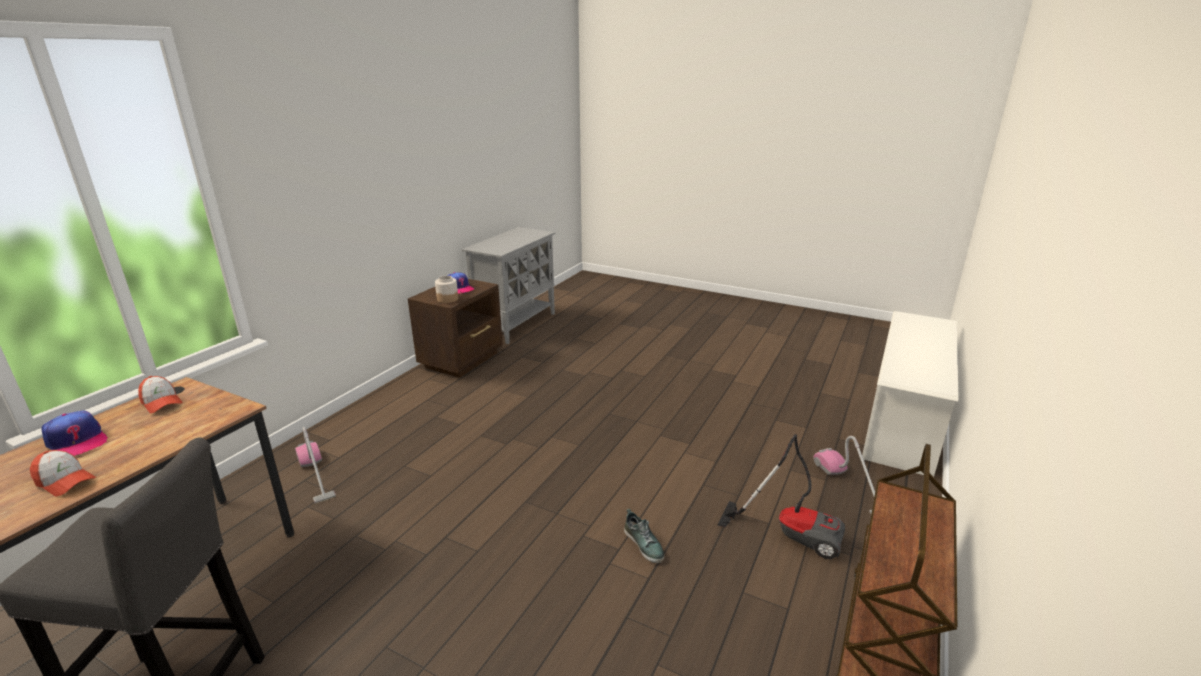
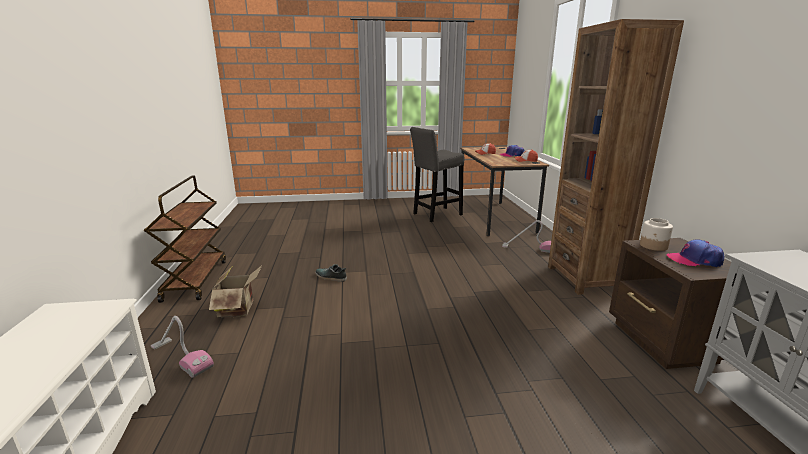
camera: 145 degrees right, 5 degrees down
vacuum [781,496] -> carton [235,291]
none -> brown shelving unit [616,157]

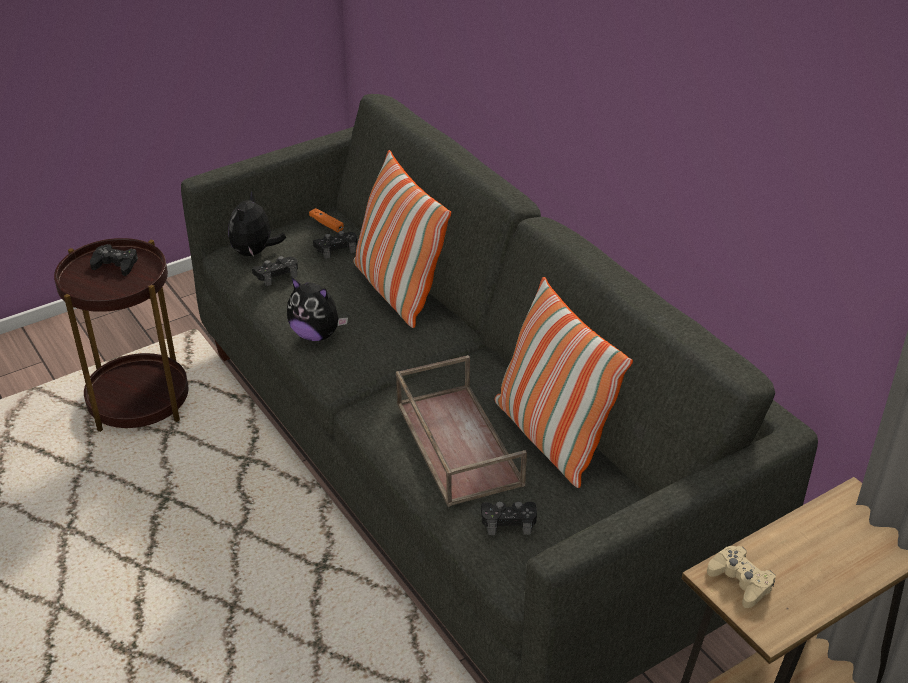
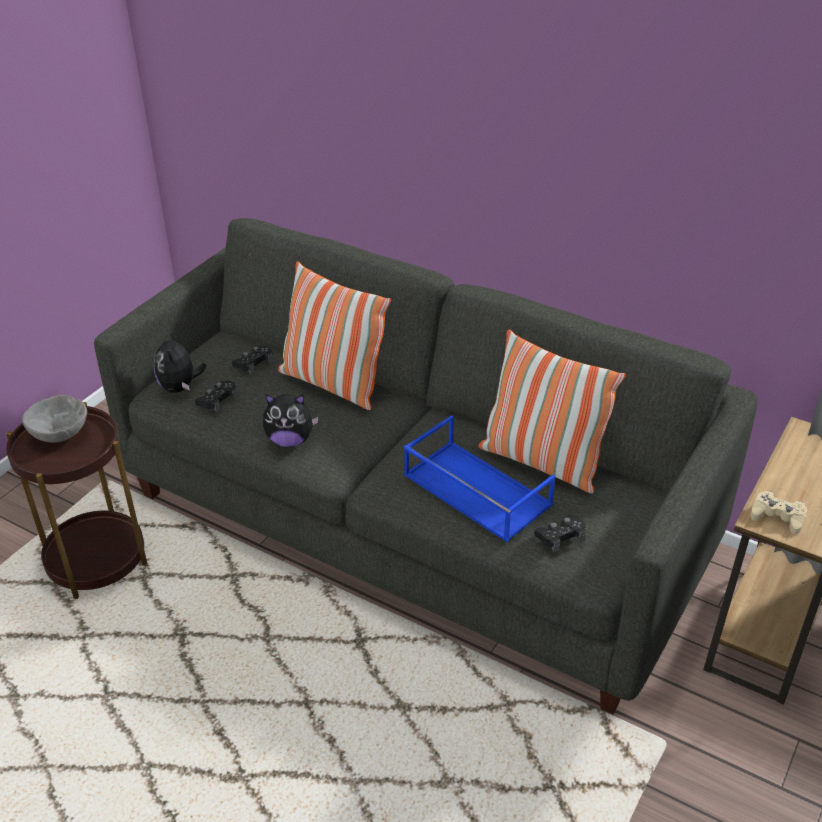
camera: 25 degrees left, 0 degrees up
orange-coloured game controller [326,220] -> none
black game controller [114,260] -> grey serving bowl [54,419]
brown carrying tray [461,431] -> blue-coloured carrying tray [479,478]

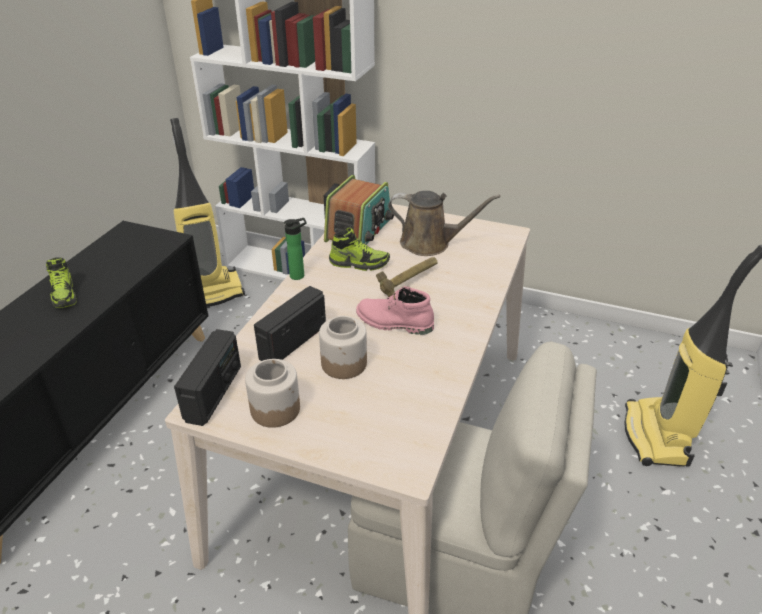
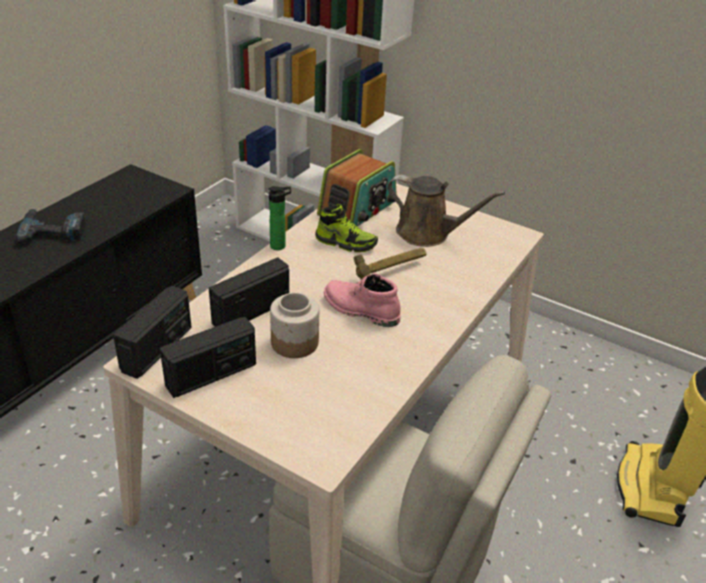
camera: 10 degrees right, 0 degrees up
vacuum [207,212] -> none
low shoe [61,282] -> power drill [50,226]
storage jar [272,393] -> radio set [208,357]

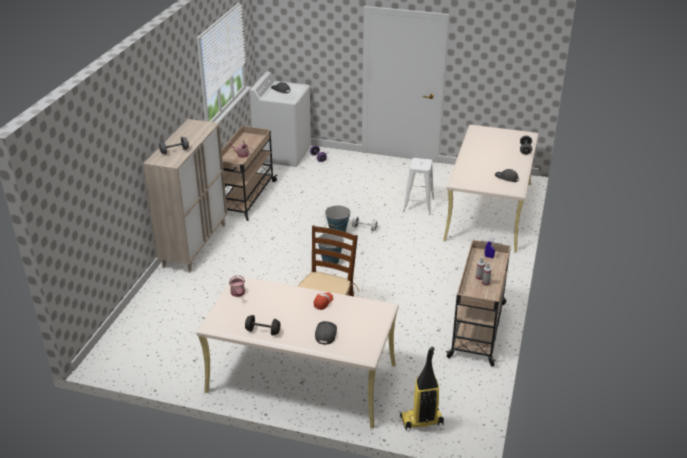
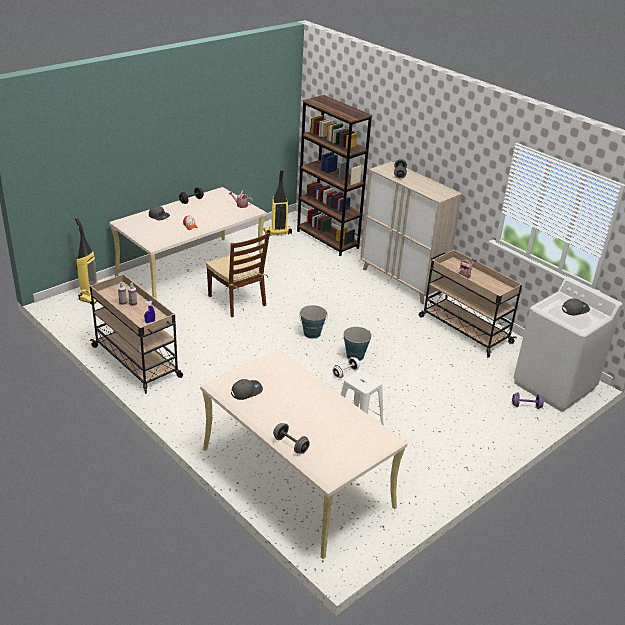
camera: 120 degrees right, 0 degrees up
none -> brown shelving unit [334,175]
none -> vacuum [277,202]

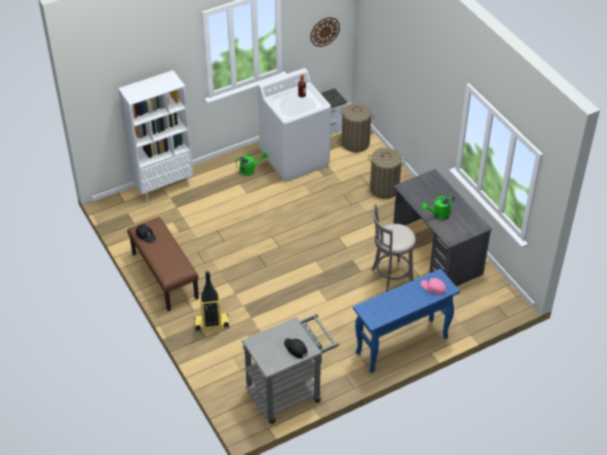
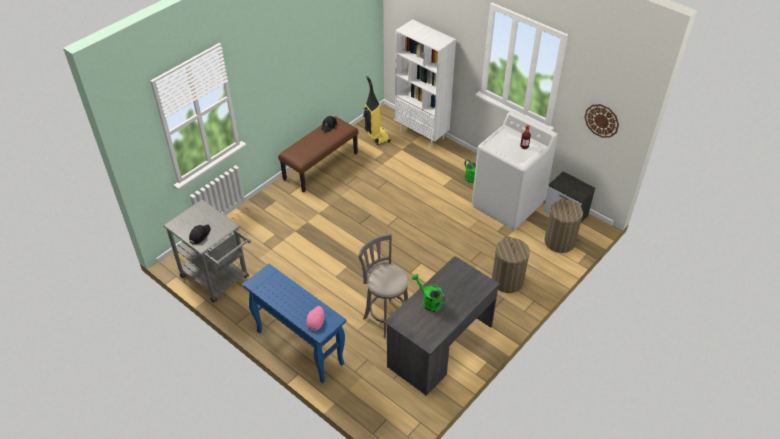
camera: 70 degrees right, 0 degrees up
vacuum [211,301] -> vacuum [377,110], relocated

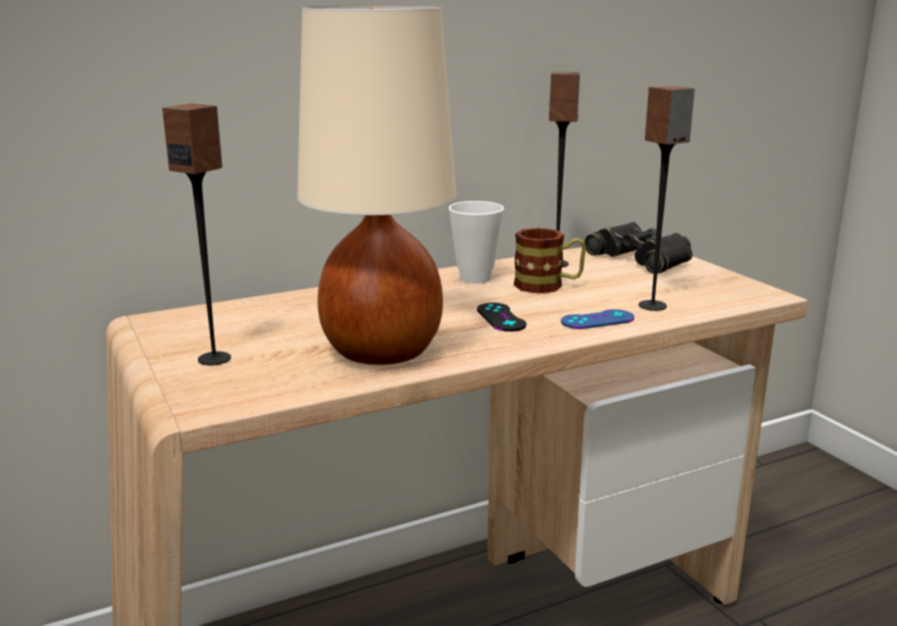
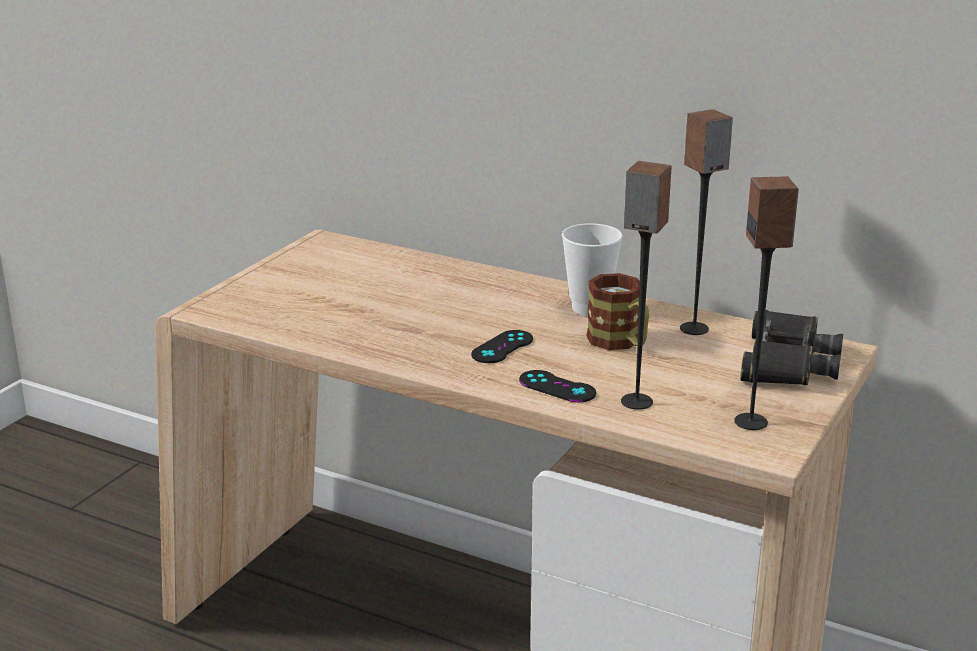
camera: 55 degrees right, 5 degrees up
sand-coloured lamp for a table [376,185] -> none
speaker [196,234] -> speaker [766,303], relocated
blue-coloured game controller [597,319] -> black game controller [557,386]

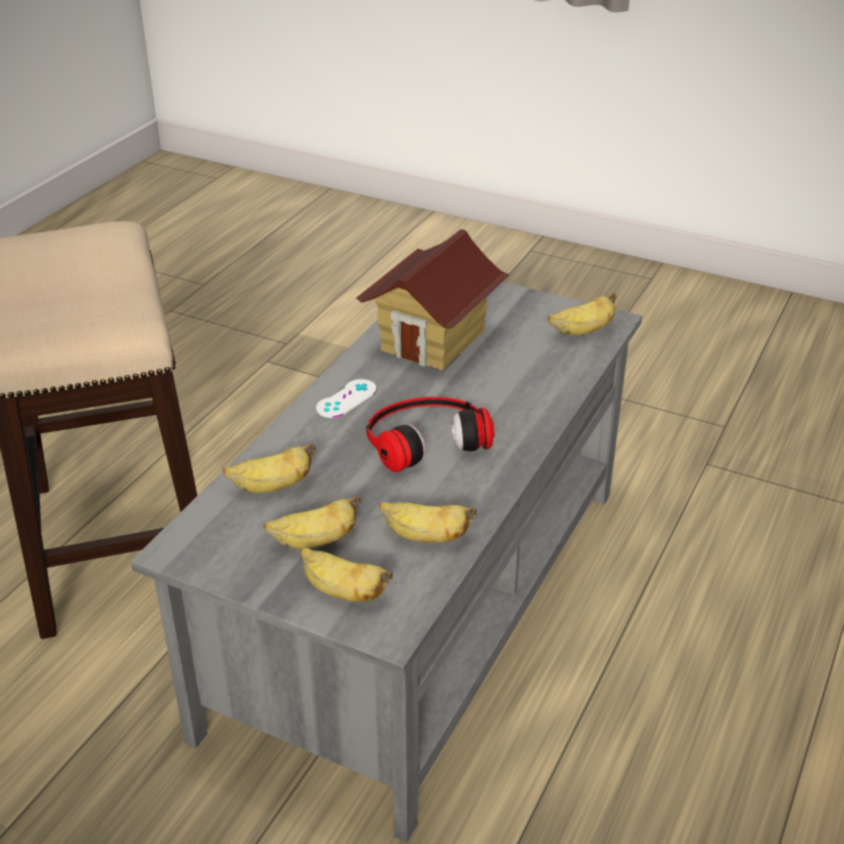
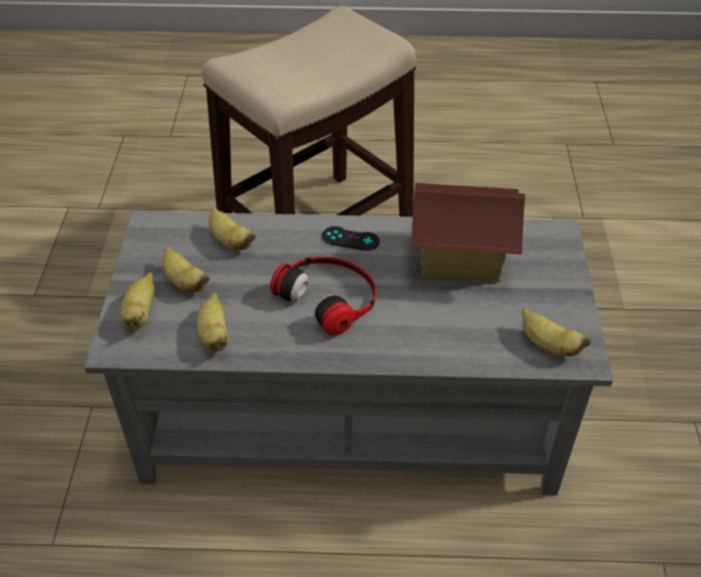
camera: 65 degrees right, 10 degrees up
white-coloured game controller [346,398] -> black game controller [351,238]

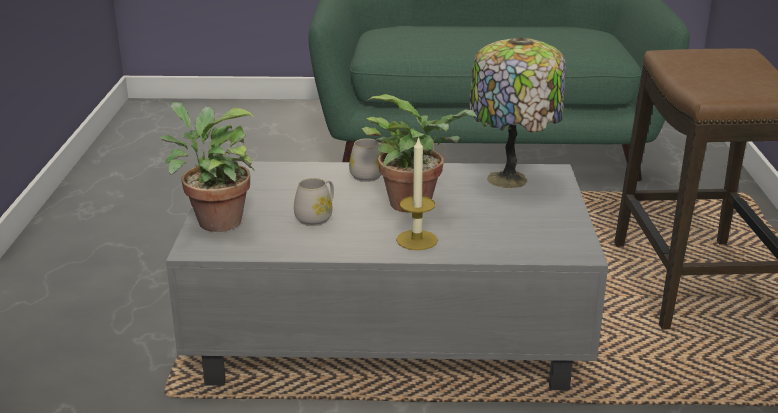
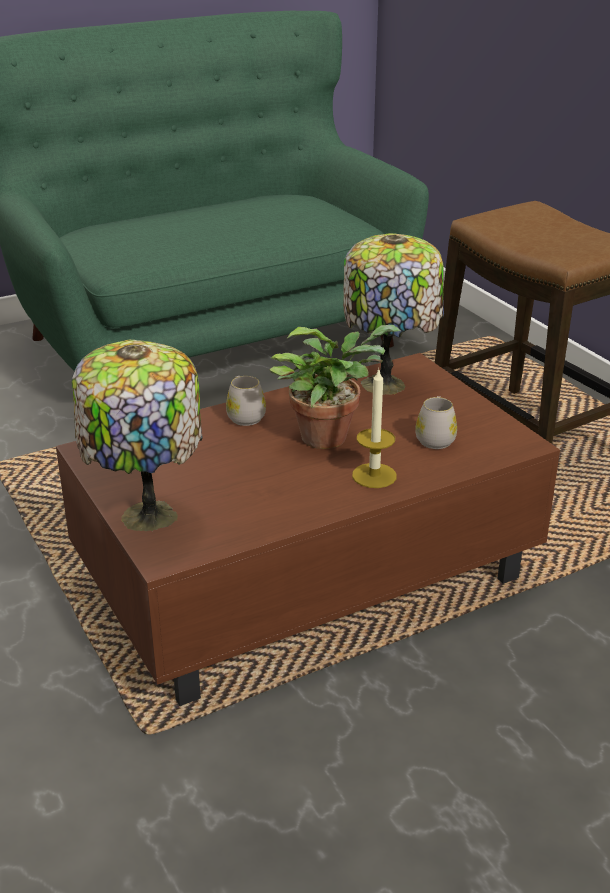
camera: 30 degrees left, 5 degrees up
houseplant [207,167] -> lamp for a table [137,435]
grey lounge table [387,275] -> brown lounge table [308,529]
white-coloured coffee mug [314,202] -> white-coloured coffee mug [436,422], relocated

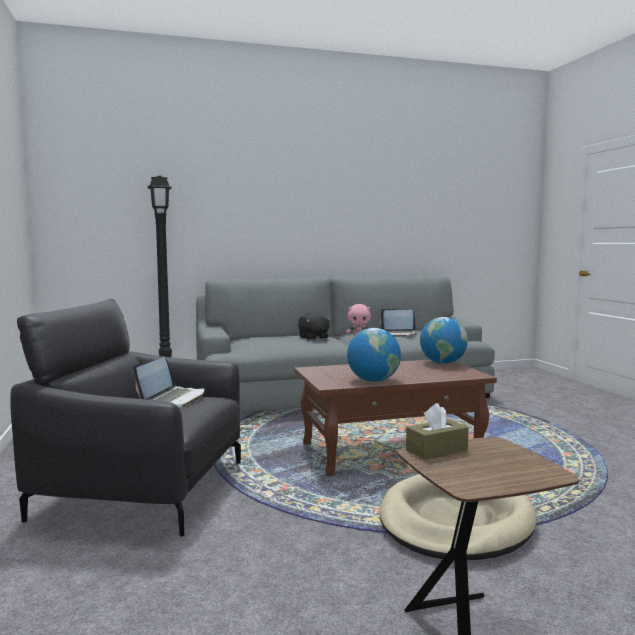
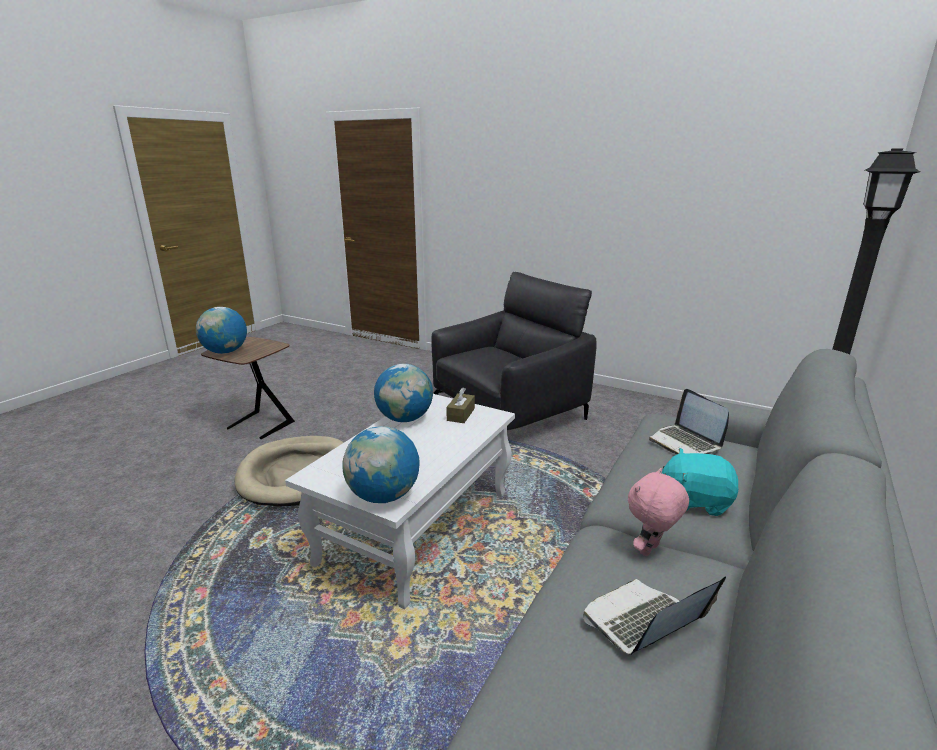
camera: 135 degrees right, 15 degrees up
black soft toy [314,326] -> turquoise soft toy [700,482]
notebook computer [168,382] -> notebook computer [689,421], relocated
brown lounge table [395,418] -> white-coloured lounge table [400,501]
brown tissue holder [437,431] -> brown tissue holder [460,405], relocated
none -> globe [221,330]

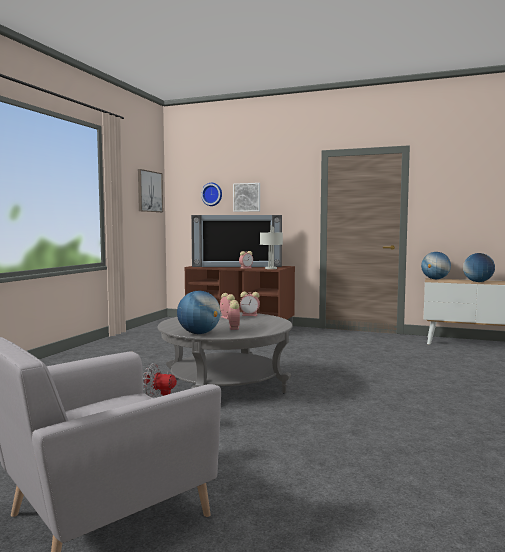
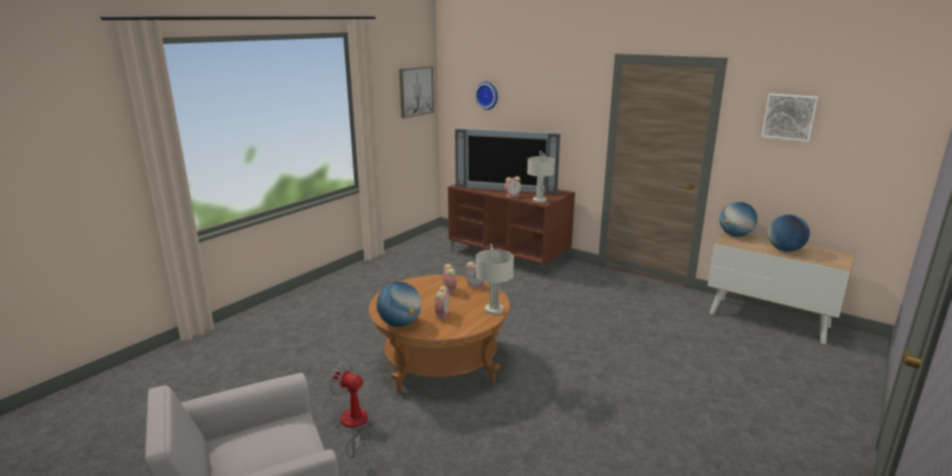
camera: 15 degrees right, 15 degrees up
wall art [246,197] -> wall art [789,117], relocated
grey lounge table [225,352] -> brown lounge table [439,333]
none -> grey lamp for a table [495,279]

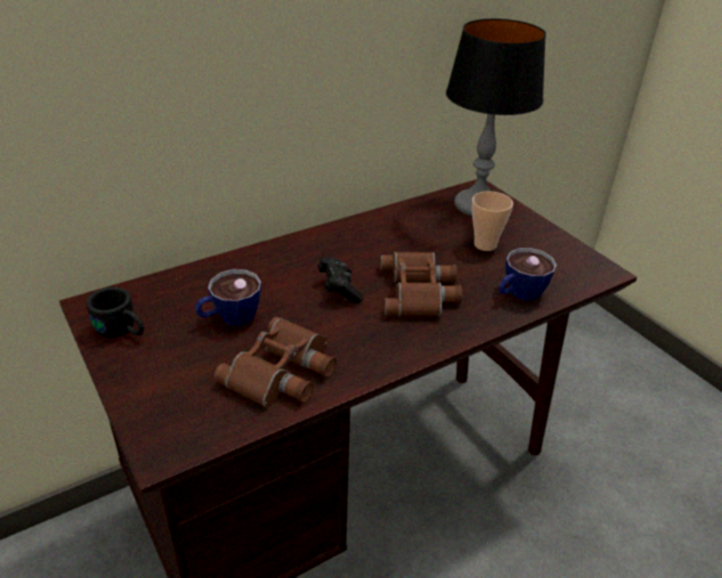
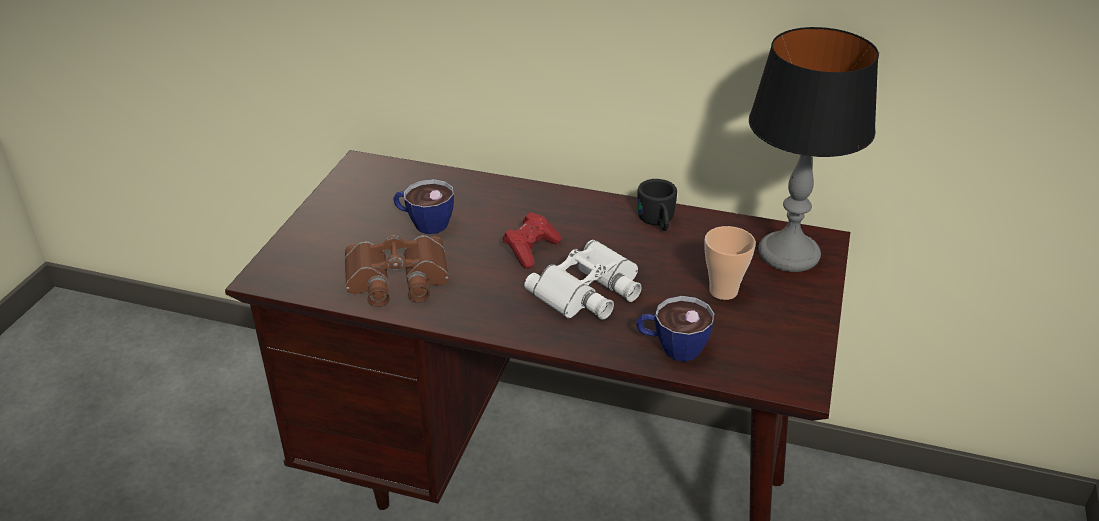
camera: 50 degrees right, 0 degrees up
brown field glasses [421,284] -> white-coloured field glasses [583,280]
black game controller [340,280] -> red game controller [532,240]
black coffee mug [115,312] -> black coffee mug [657,205], relocated

